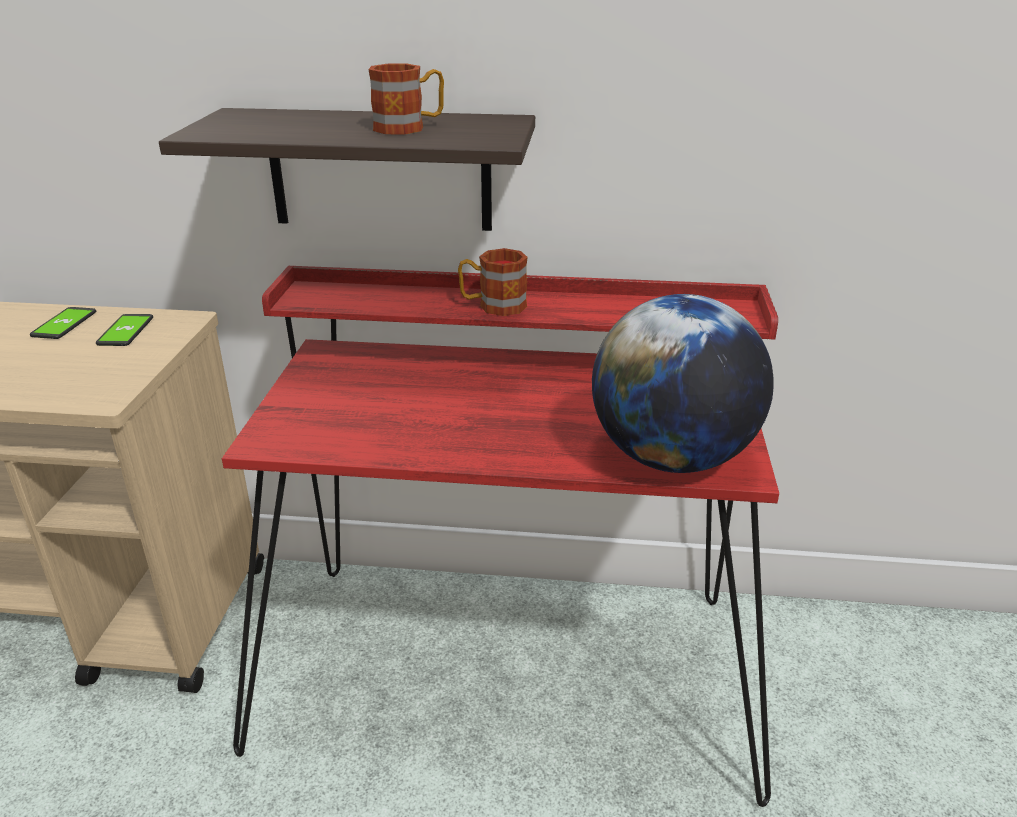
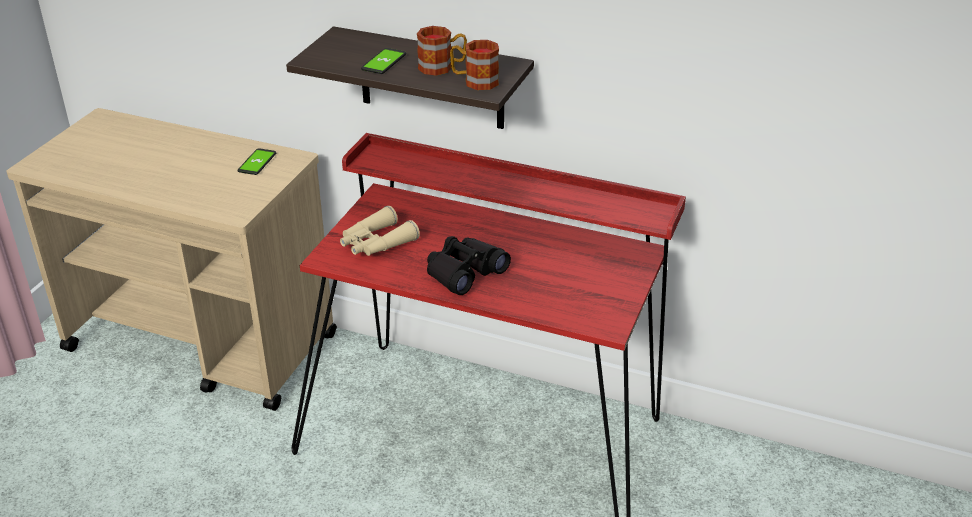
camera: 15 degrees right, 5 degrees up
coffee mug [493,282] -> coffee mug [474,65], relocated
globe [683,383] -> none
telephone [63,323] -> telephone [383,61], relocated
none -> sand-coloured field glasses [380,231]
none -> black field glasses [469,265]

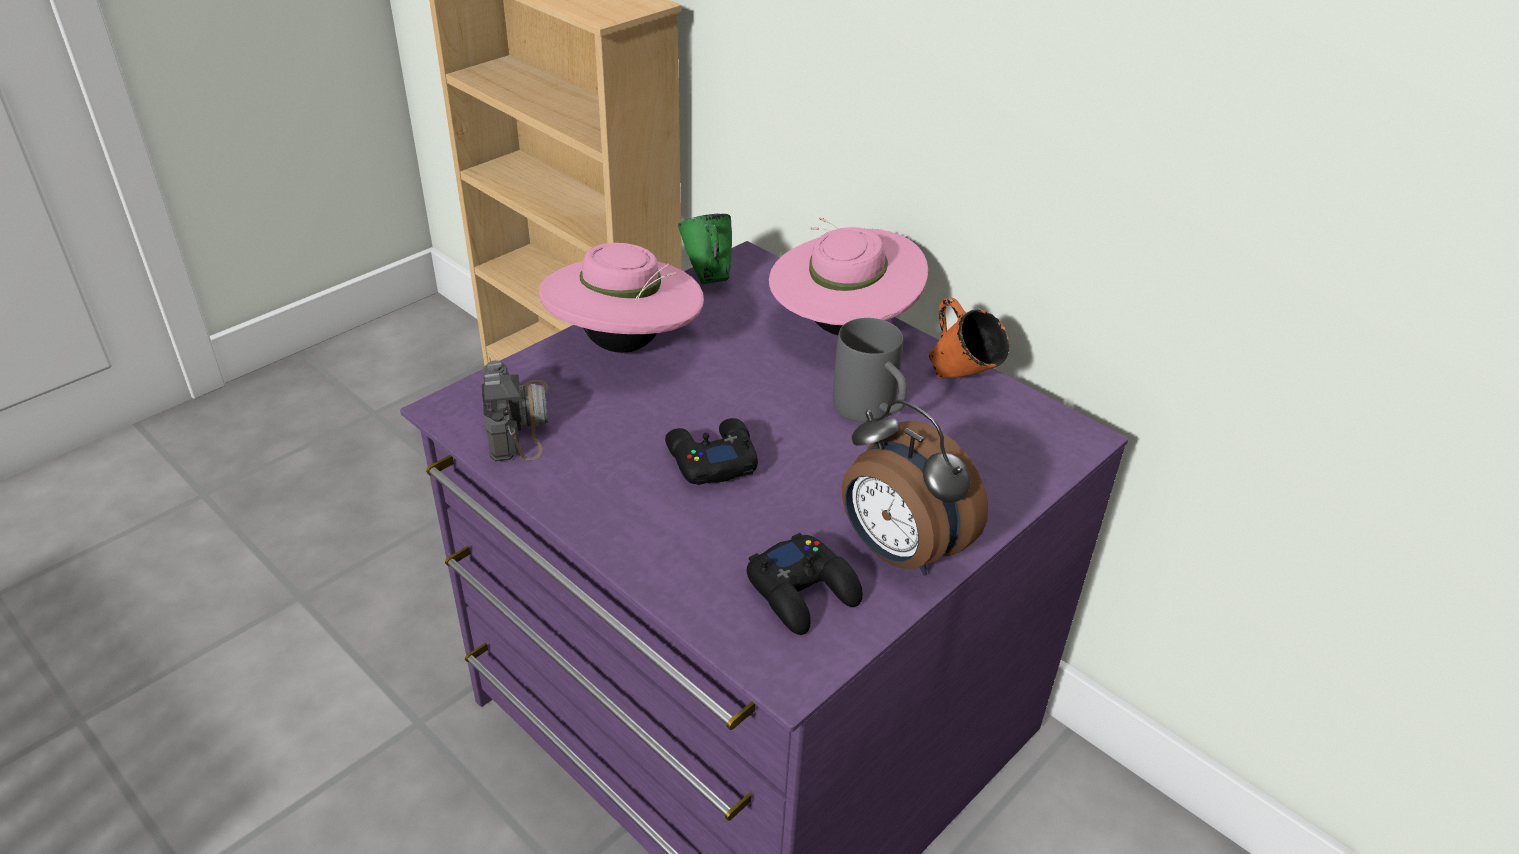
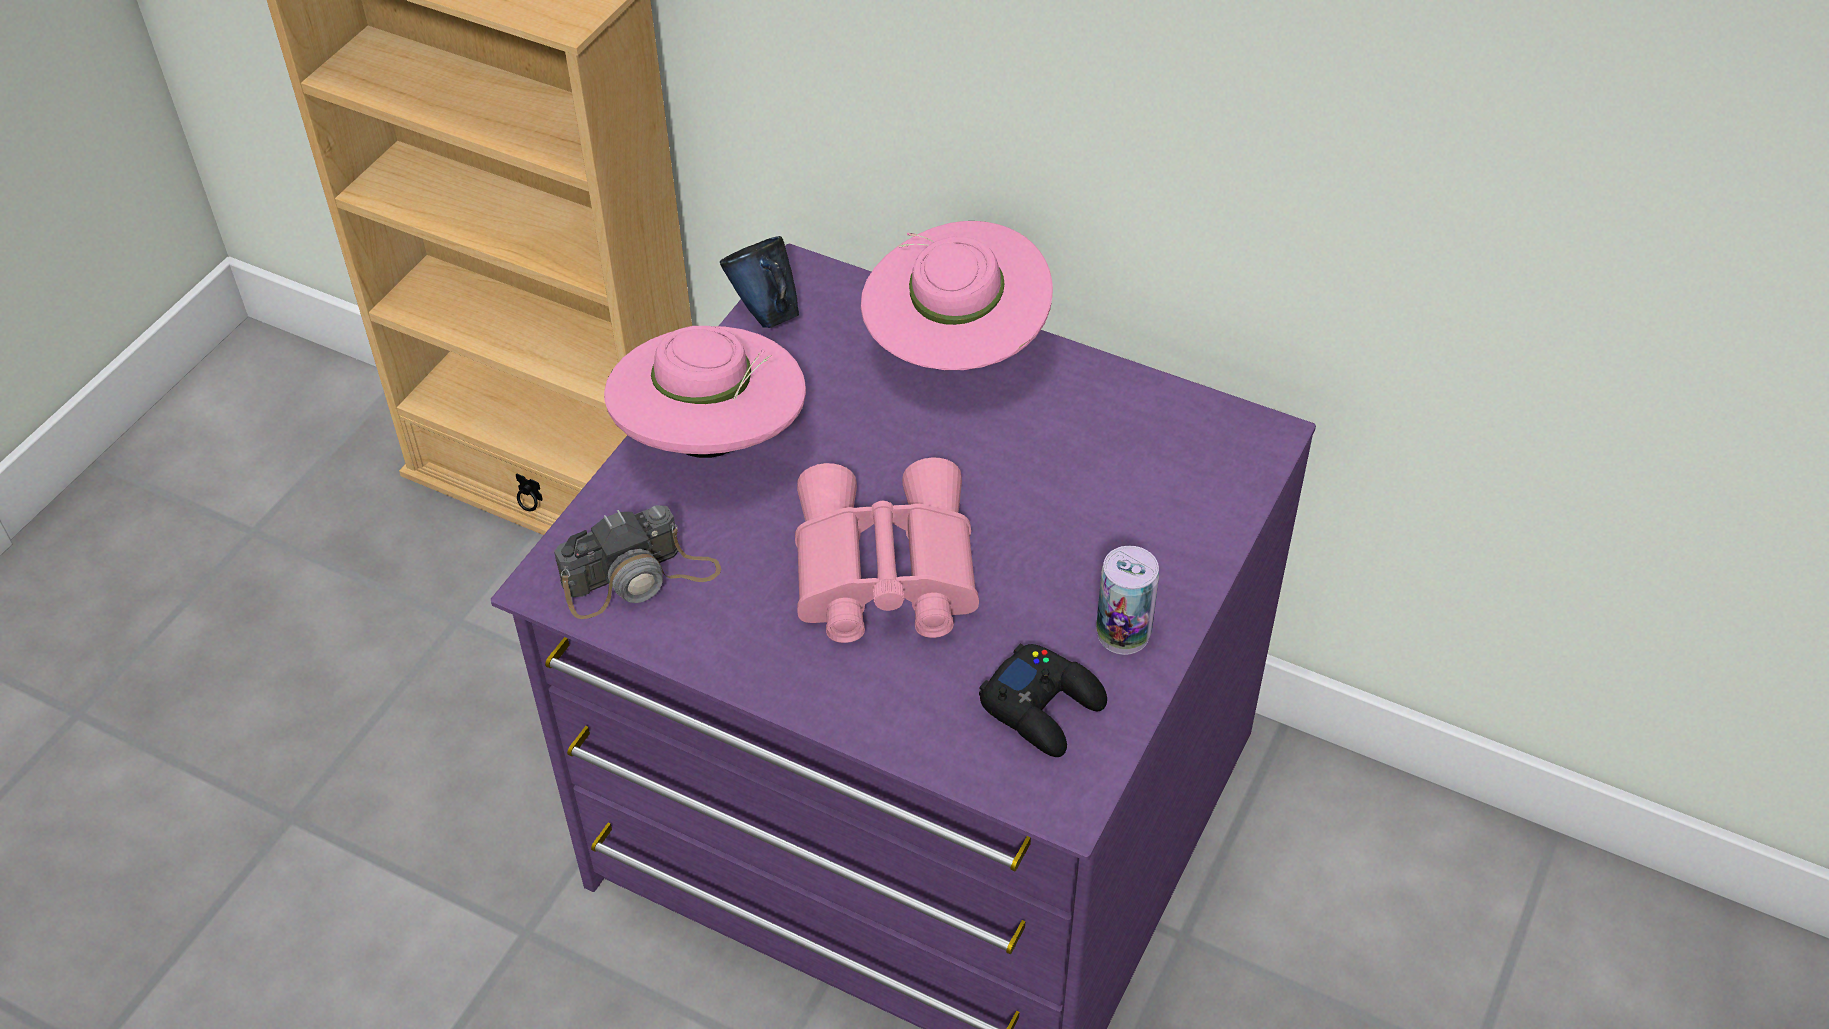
camera: 15 degrees left, 10 degrees up
greenish coffee mug [705,249] -> blue-coloured coffee mug [759,282]
orange-coloured coffee mug [969,337] -> none
grey coffee mug [870,370] -> none
photo camera [515,410] -> photo camera [637,562], 90 degrees clockwise
bedside clock [915,488] -> metal can [1127,600]
black game controller [711,451] -> pinkish field glasses [887,550]

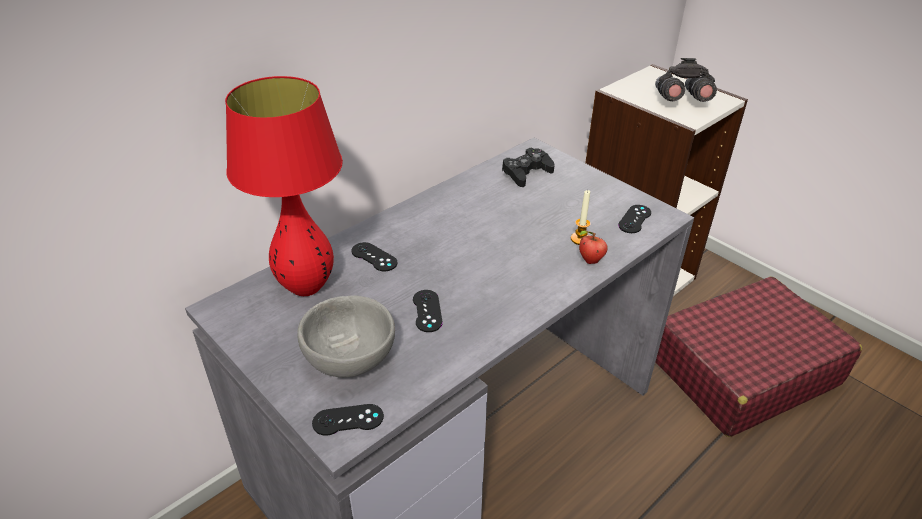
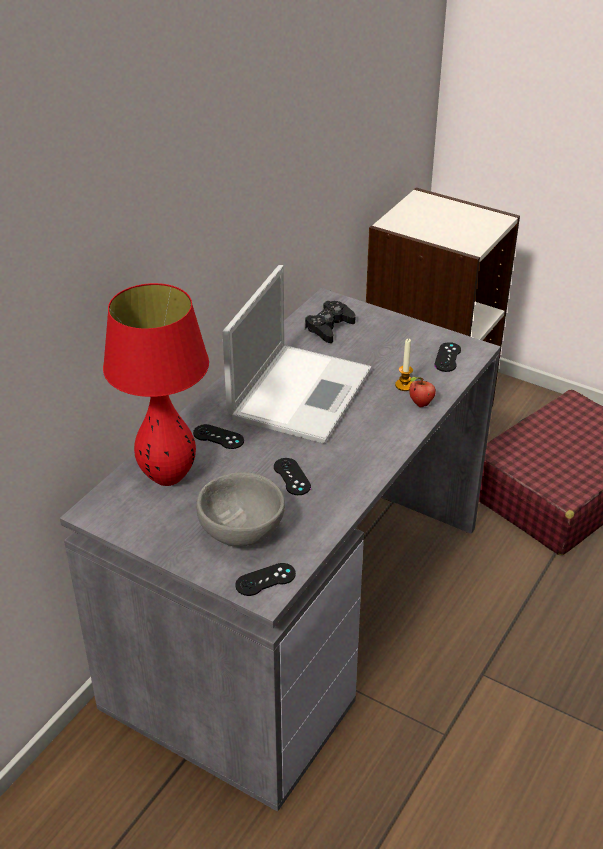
camera: 15 degrees left, 0 degrees up
grey field glasses [686,80] -> none
none -> notebook computer [296,354]

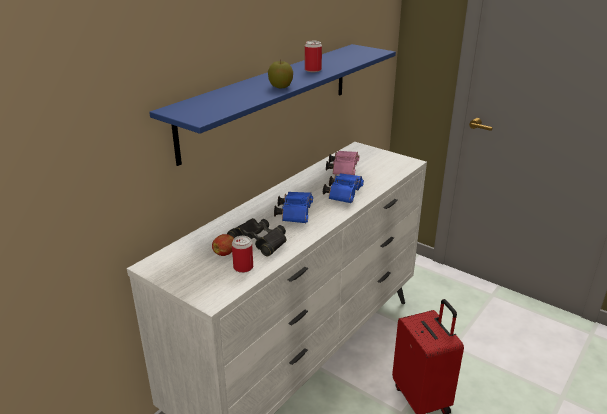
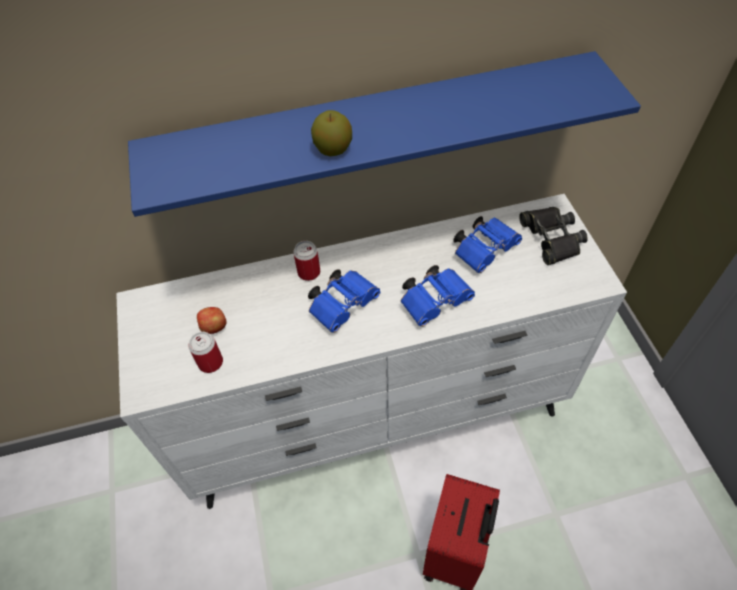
camera: 40 degrees right, 25 degrees up
metal can [313,56] -> metal can [306,261], relocated
pinkish field glasses [342,163] -> blue-coloured field glasses [487,244]
black field glasses [257,237] -> black field glasses [553,236], relocated

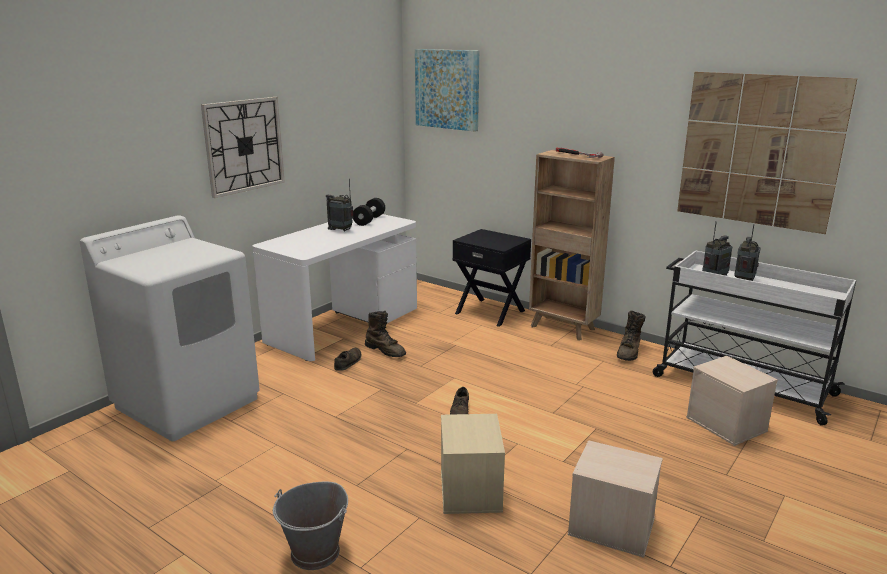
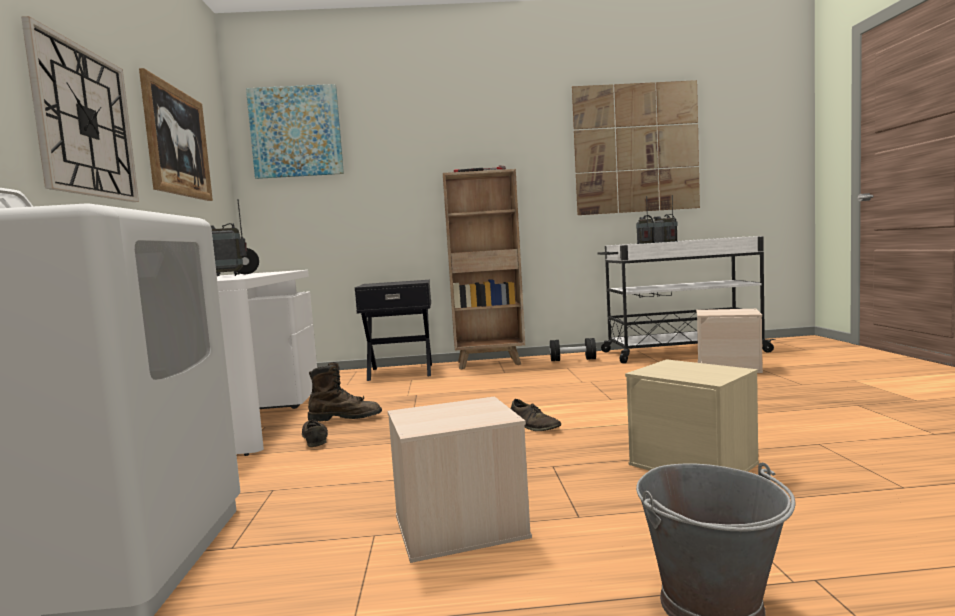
camera: 40 degrees left, 15 degrees down
brown tall boot [631,336] -> black dumbbell [572,349]
sand-coloured storage box [615,499] -> sand-coloured storage box [460,479], relocated
none -> wall art [176,134]

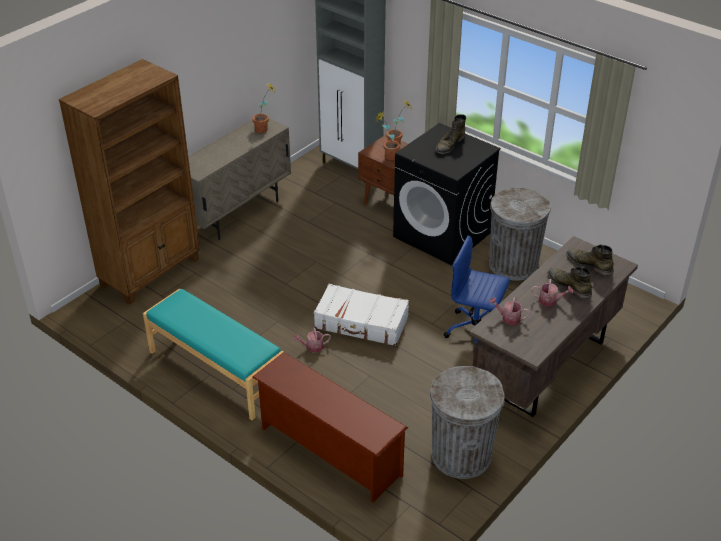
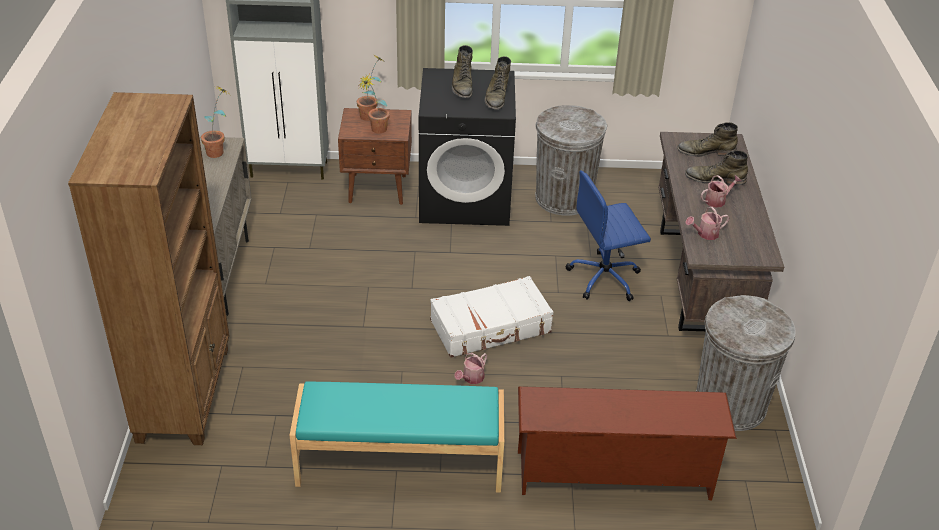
camera: 40 degrees left, 0 degrees up
none -> greenish tall boot [497,83]

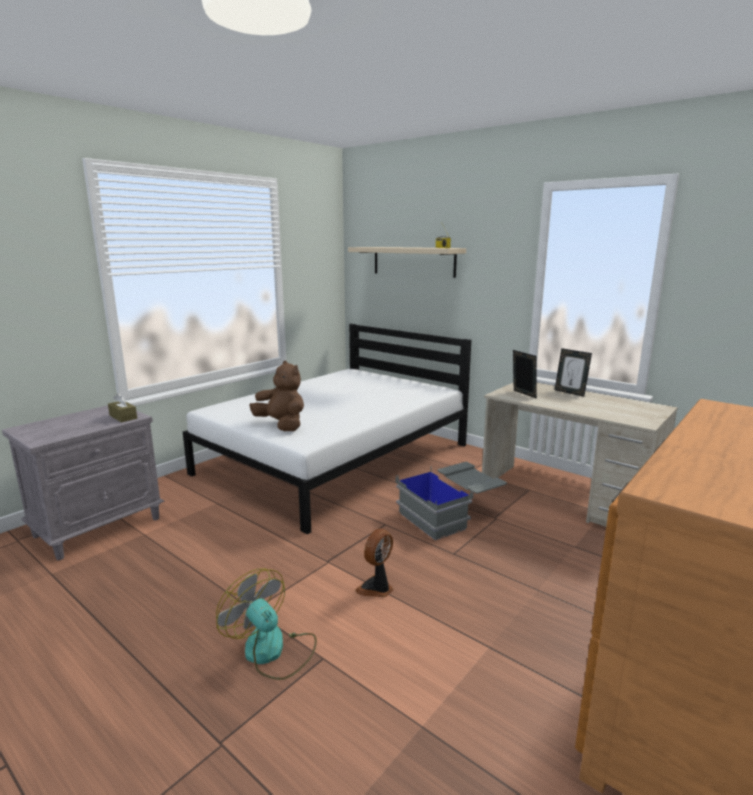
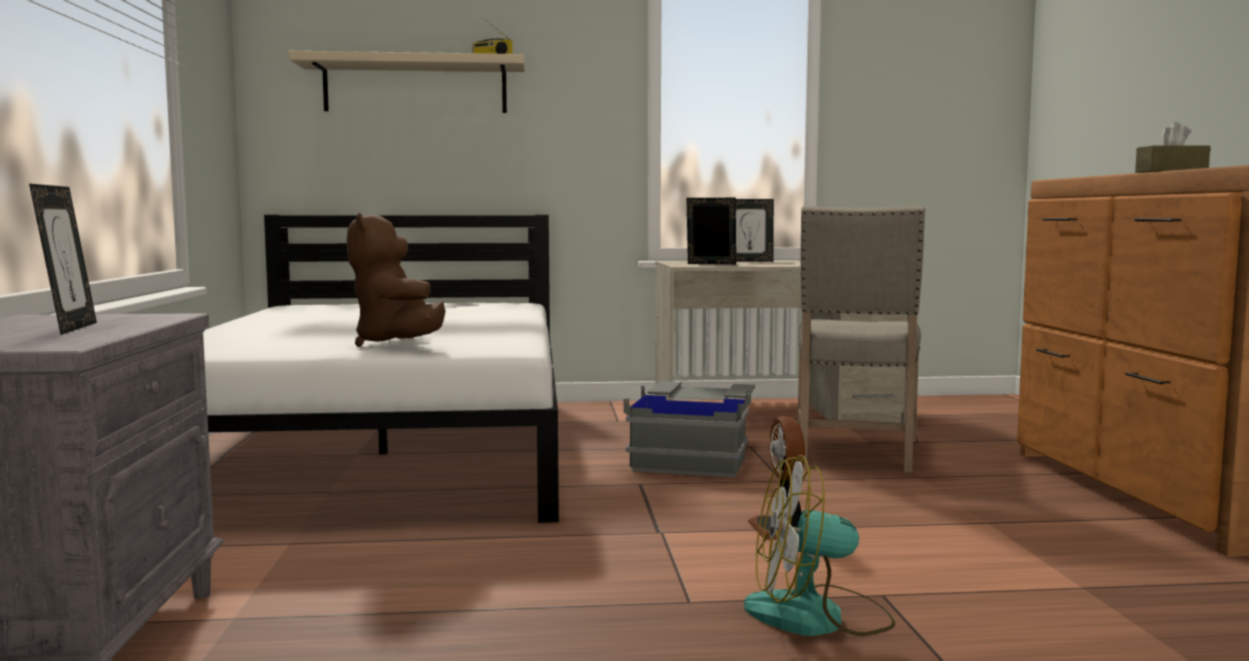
camera: 45 degrees left, 10 degrees down
brown soft toy [276,396] -> brown soft toy [396,279], 105 degrees counterclockwise
brown tissue holder [122,407] -> brown tissue holder [1172,147], relocated
none -> standing frame [63,259]
none -> sand-coloured chair [861,339]

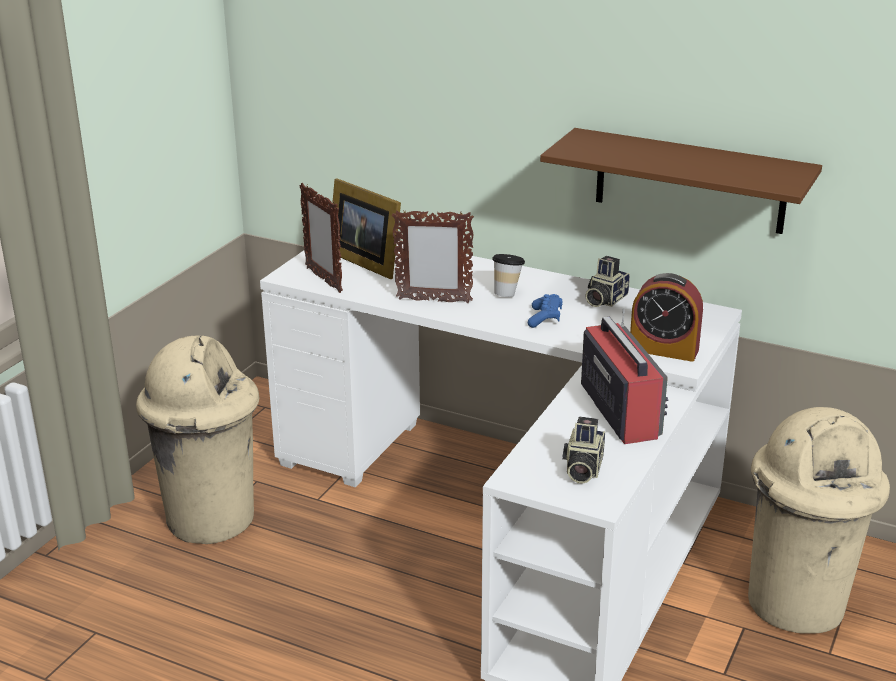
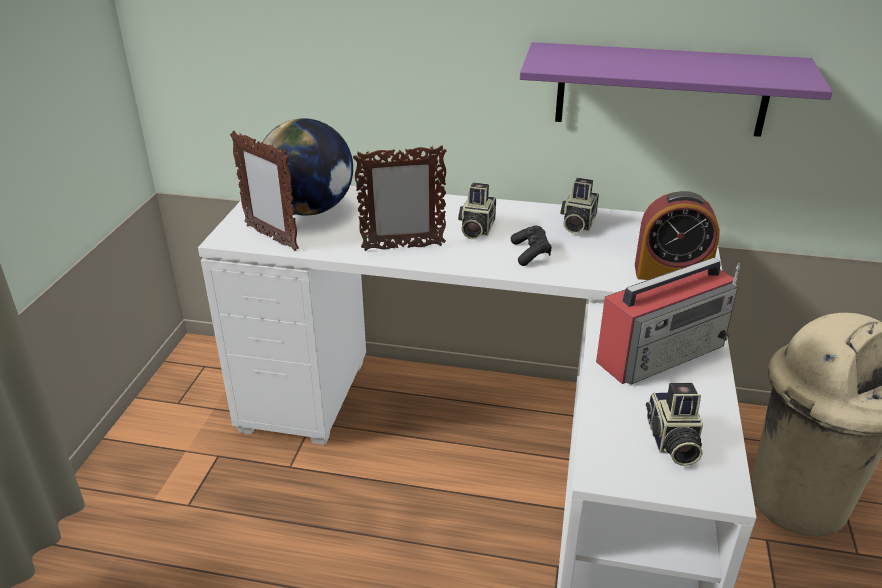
camera: 15 degrees left, 5 degrees up
brown bracket shelf [681,181] -> purple bracket shelf [676,89]
standing frame [366,228] -> globe [308,166]
cup [508,275] -> photo camera [477,211]
blue-coloured game controller [545,311] -> black game controller [531,246]
radio set [625,376] -> radio set [668,321], 90 degrees clockwise
sand-coloured rubbish bin [197,439] -> none

